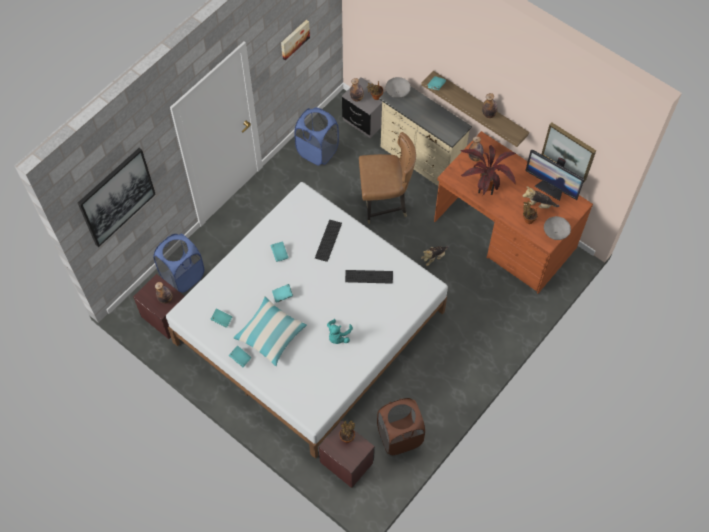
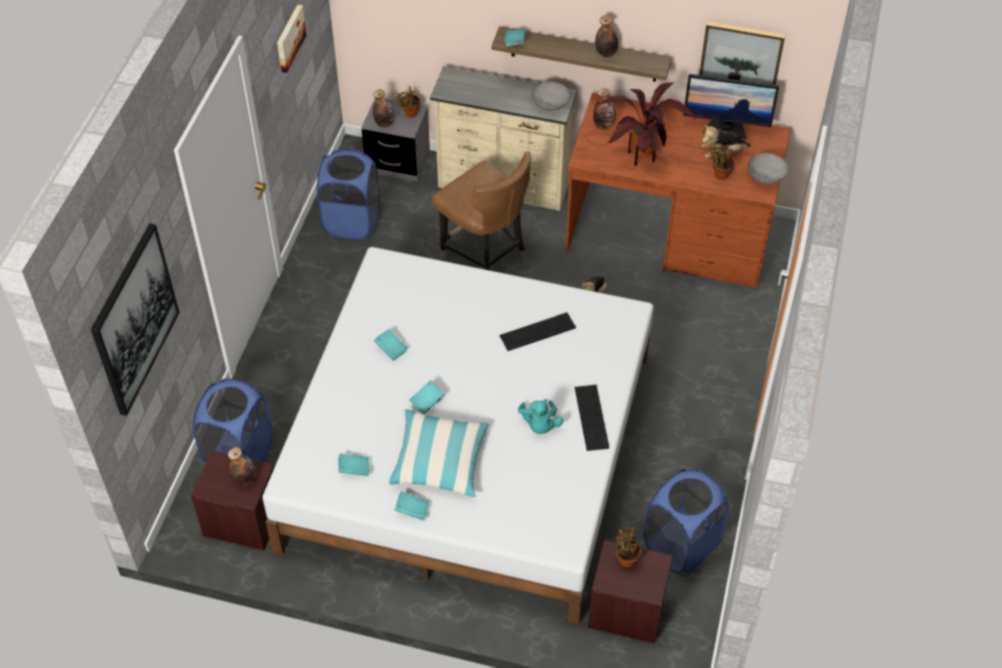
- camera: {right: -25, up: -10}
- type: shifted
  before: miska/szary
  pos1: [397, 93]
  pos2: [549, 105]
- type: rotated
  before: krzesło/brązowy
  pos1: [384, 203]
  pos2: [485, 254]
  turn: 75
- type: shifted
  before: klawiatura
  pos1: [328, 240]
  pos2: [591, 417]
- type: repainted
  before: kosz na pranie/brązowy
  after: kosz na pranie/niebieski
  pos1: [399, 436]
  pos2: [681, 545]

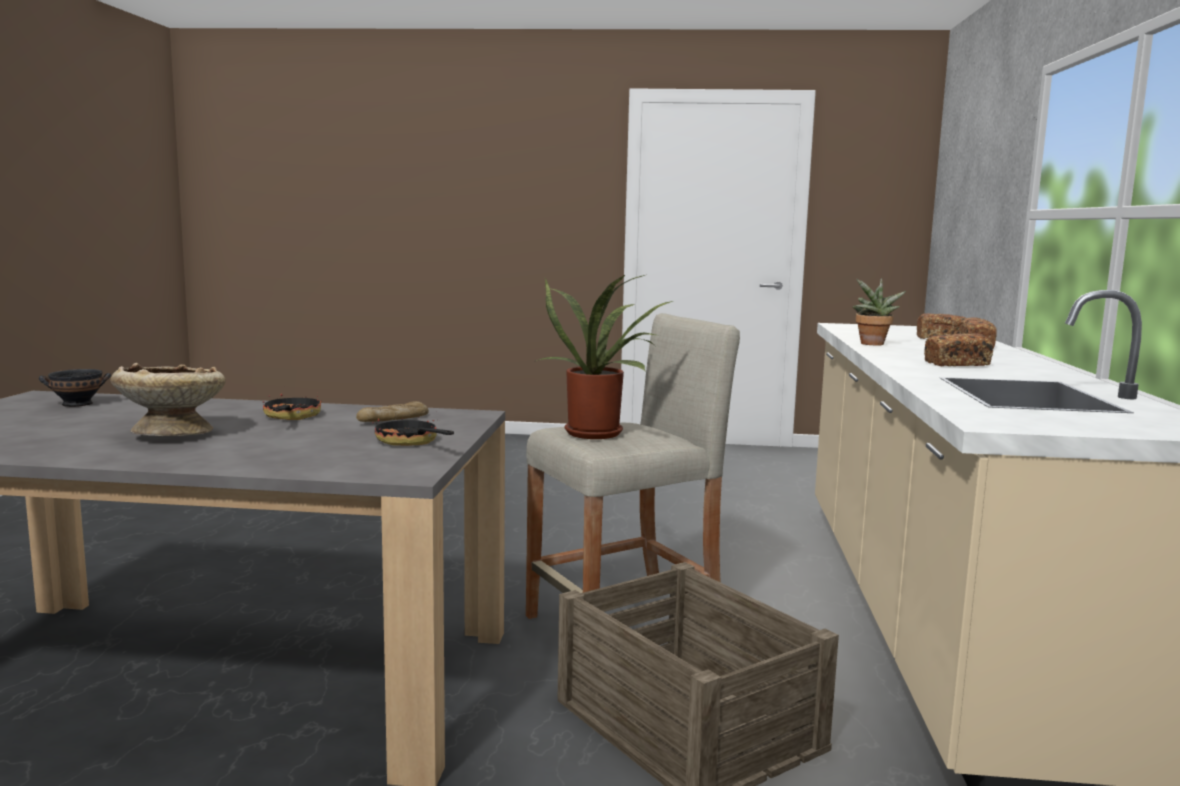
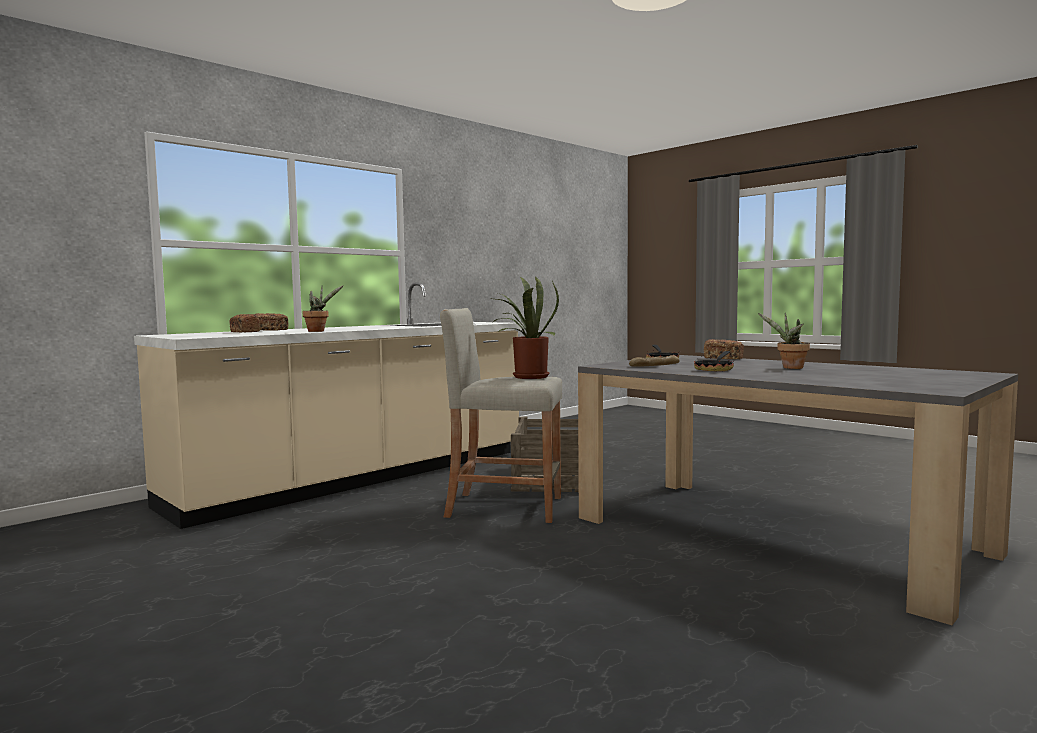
- camera: {right: -140, up: -5}
- type: shifted
  before: chleb
  pos1: [956, 364]
  pos2: [723, 358]
- type: swapped
  before: miska/beżowy
  after: roślina doniczkowa
  pos1: [172, 434]
  pos2: [789, 368]
- type: gone
  before: miska/czarny
  pos1: [76, 404]

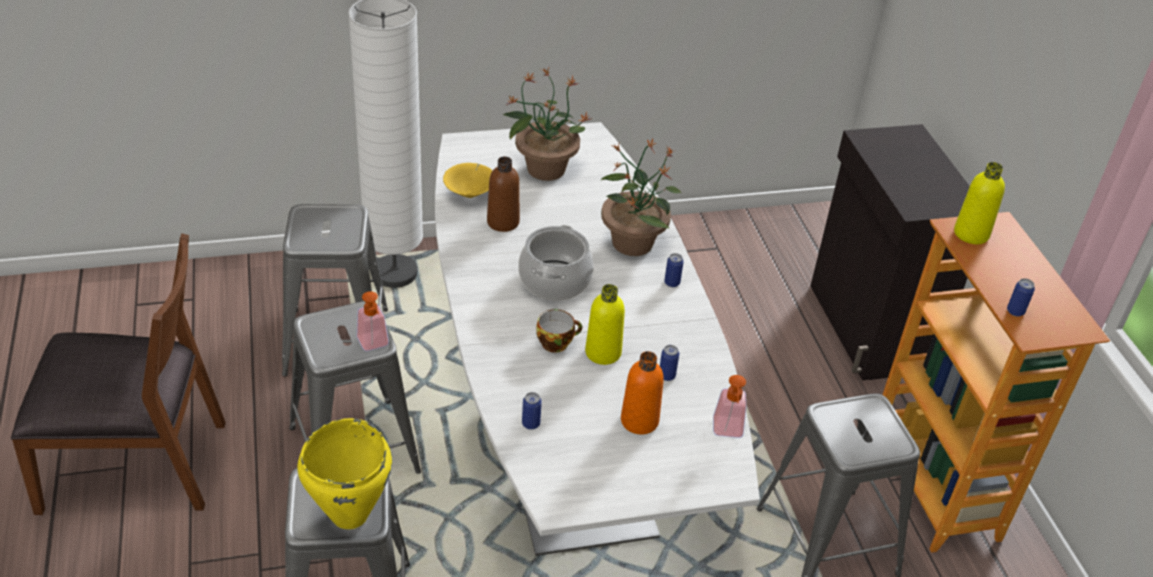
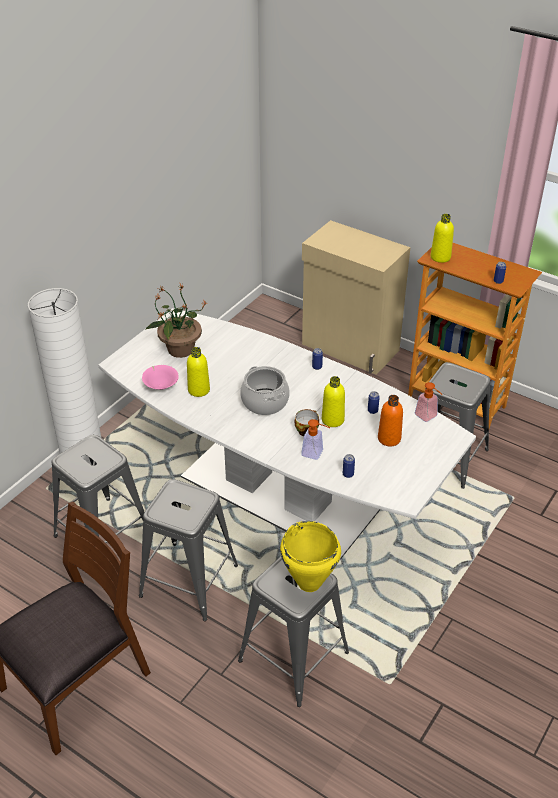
- camera: {right: -40, up: 0}
- type: repainted
  before: szafka/czarny
  after: szafka/beżowy
  pos1: [867, 328]
  pos2: [350, 348]
- type: gone
  before: roślina doniczkowa
  pos1: [632, 242]
- type: repainted
  before: butelka/brązowy
  after: butelka/żółty
  pos1: [503, 222]
  pos2: [199, 390]
- type: repainted
  before: miska/żółty
  after: miska/różowy
  pos1: [470, 193]
  pos2: [161, 386]
- type: shifted
  before: dozownik mydła
  pos1: [374, 345]
  pos2: [316, 454]

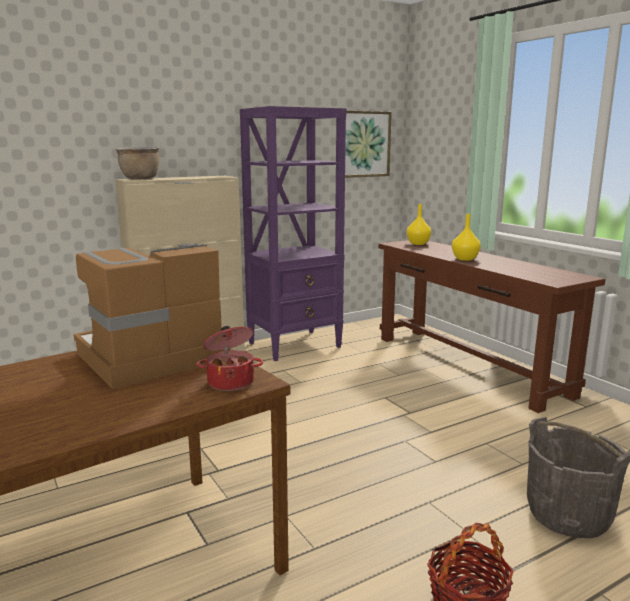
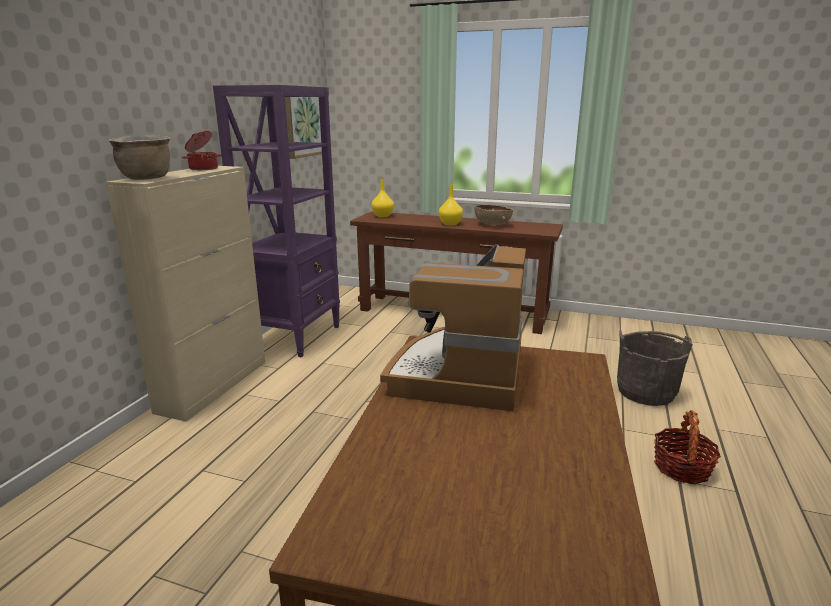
- camera: {right: -40, up: 5}
- type: shifted
  before: garnek
  pos1: [231, 382]
  pos2: [203, 169]
- type: new
  after: miska/brązowy
  pos2: [492, 225]

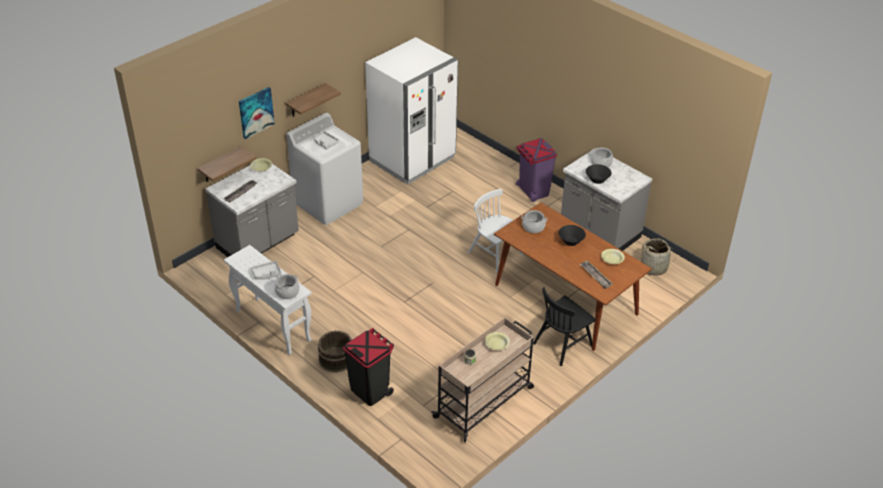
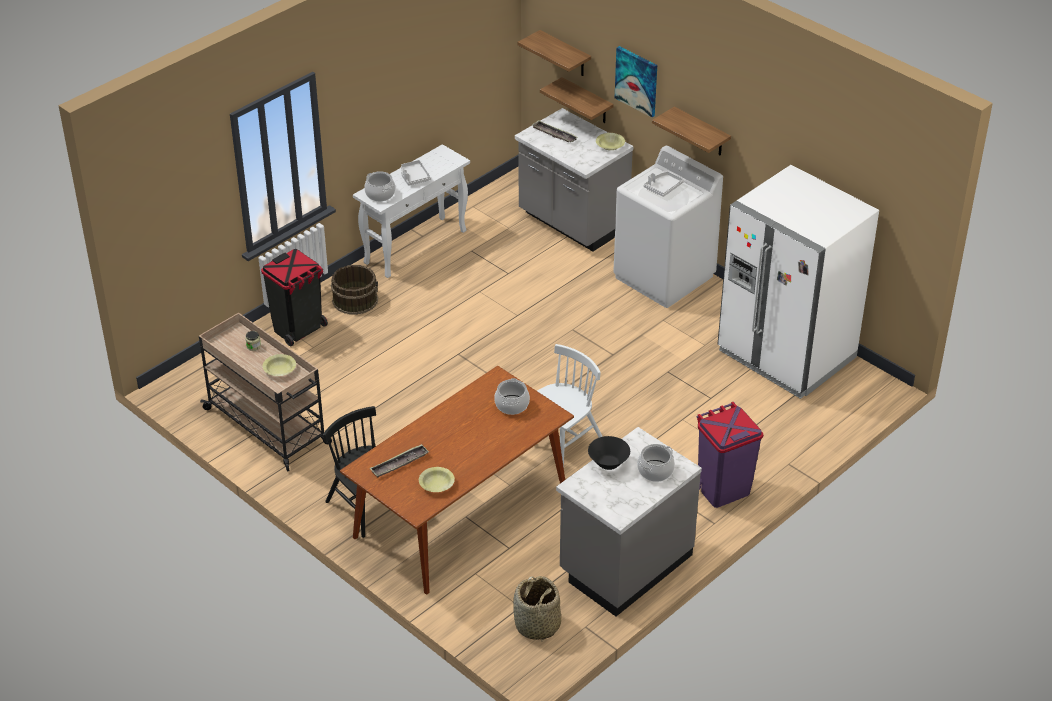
- camera: {right: 90, up: 0}
- type: gone
  before: miska/czarny
  pos1: [571, 242]
- type: new
  after: półka
  pos2: [565, 54]

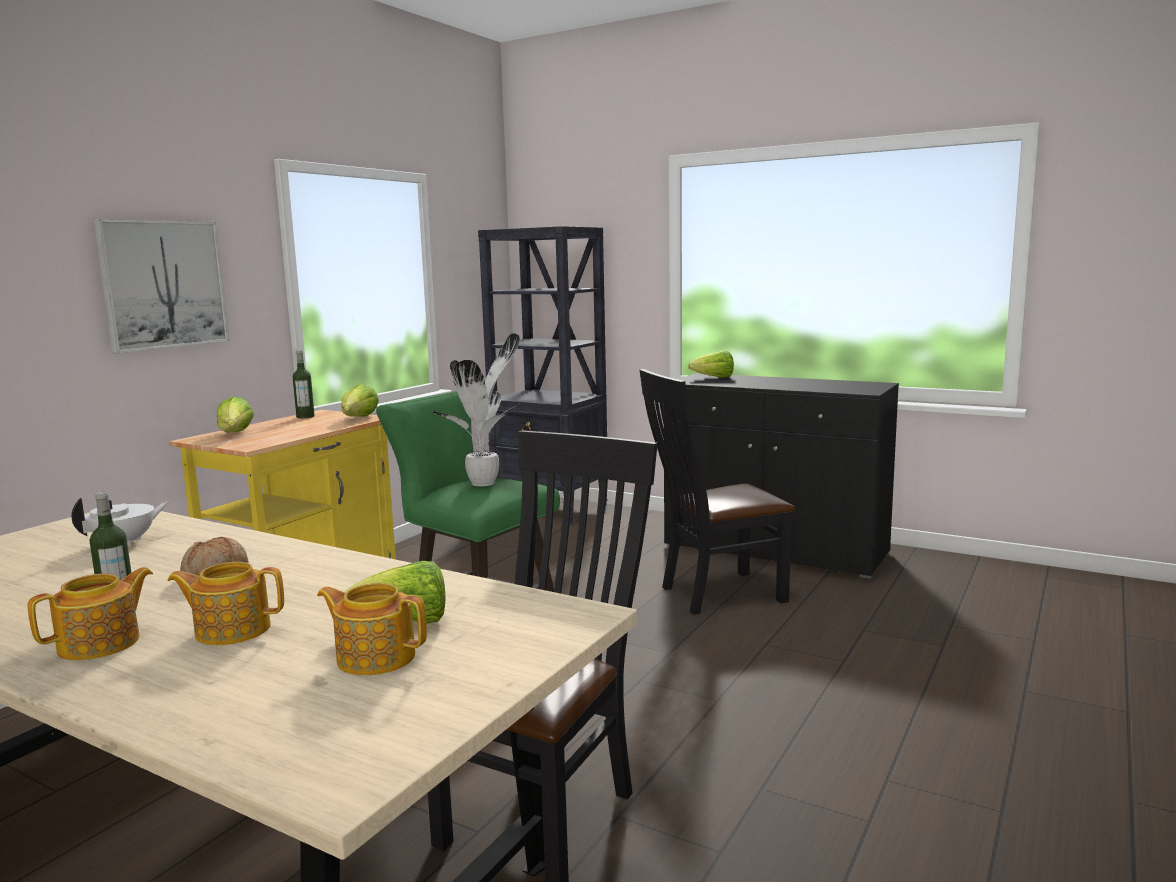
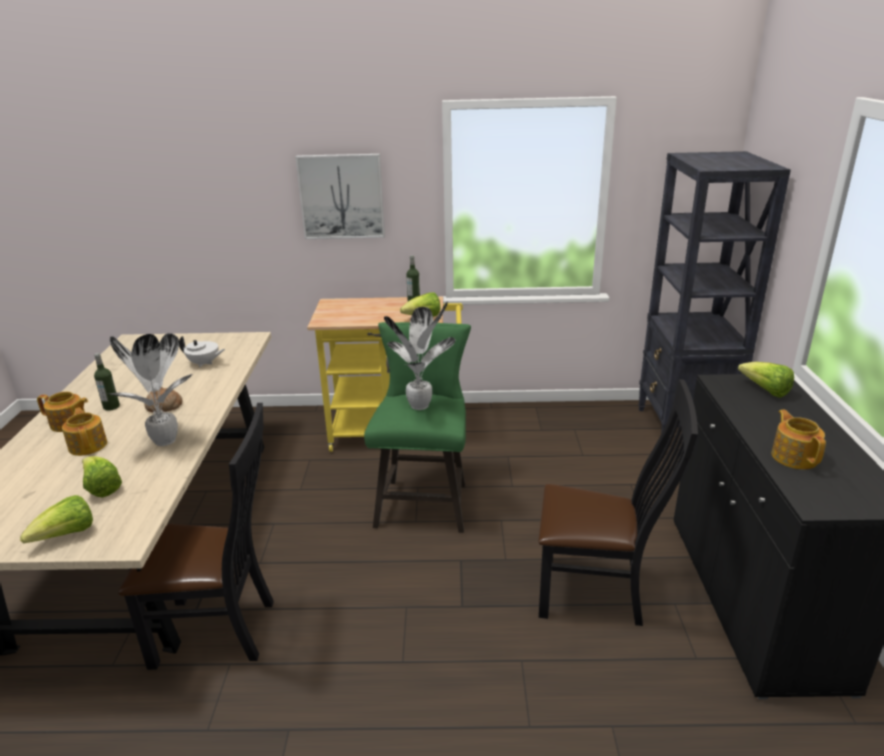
- camera: {right: 60, up: 15}
- type: rotated
  before: krzesło/czarny
  pos1: [715, 594]
  pos2: [598, 593]
  turn: 150
- type: shifted
  before: sałata
  pos1: [235, 434]
  pos2: [66, 536]
- type: shifted
  before: imbryk
  pos1: [375, 657]
  pos2: [794, 457]
- type: new
  after: roślina doniczkowa
  pos2: [165, 442]

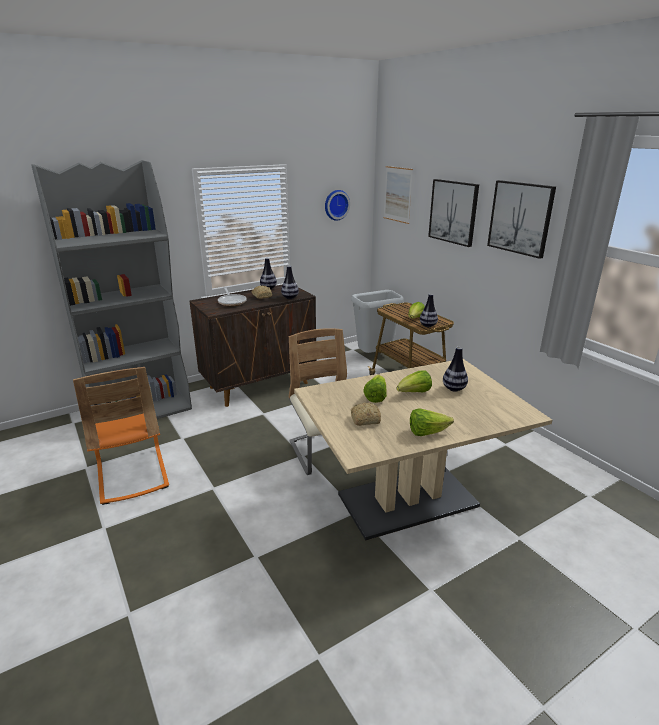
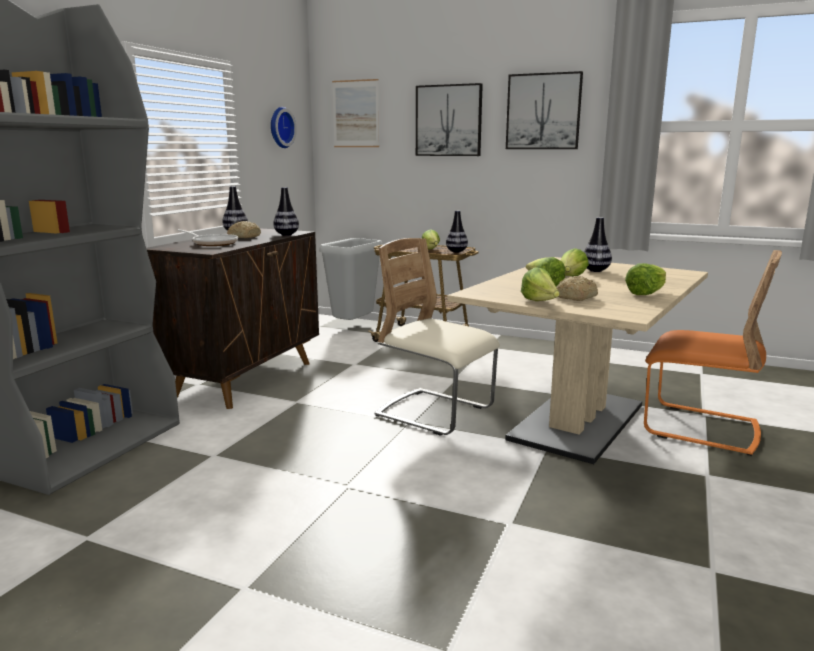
- camera: {right: -35, up: -10}
- type: shifted
  before: krzesło/pomarańczowy
  pos1: [132, 474]
  pos2: [700, 428]
- type: new
  after: sałata
  pos2: [540, 303]

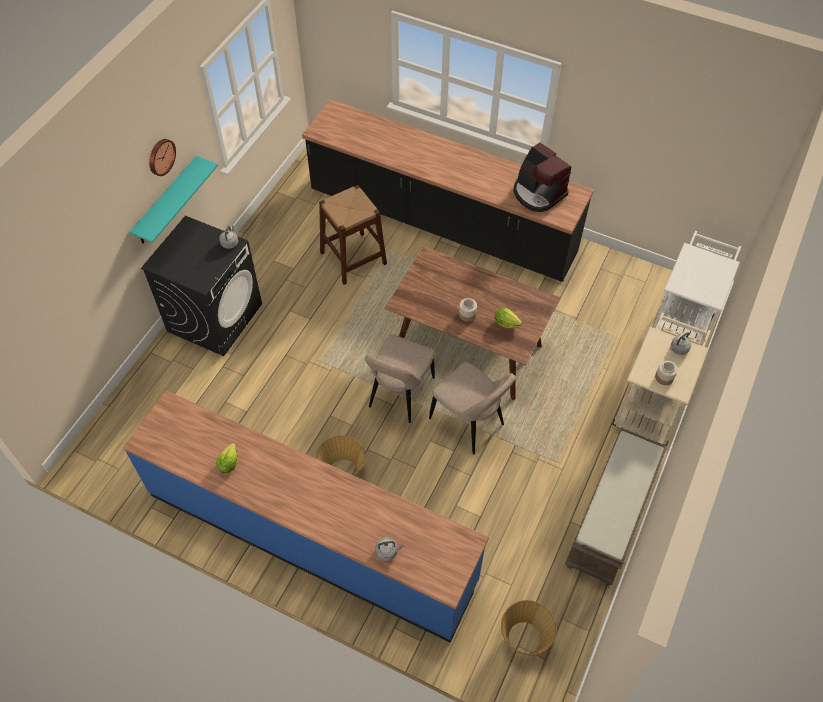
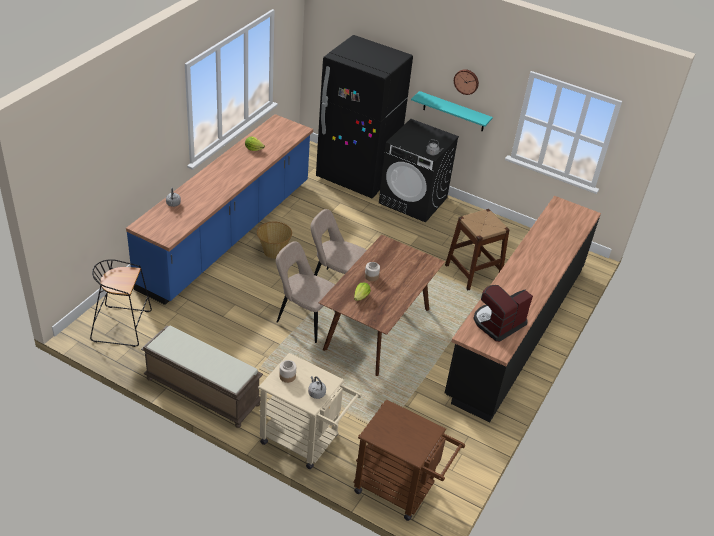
- camera: {right: 90, up: -15}
- type: repainted
  before: wózek/biały
  after: wózek/brązowy
  pos1: [682, 321]
  pos2: [400, 490]
- type: rotated
  before: krzesło/beżowy
  pos1: [469, 423]
  pos2: [304, 320]
  turn: 75
- type: swapped
  before: koszyk
  after: stołek/czarny
  pos1: [524, 638]
  pos2: [123, 326]
- type: new
  after: lodówka/czarny
  pos2: [356, 177]

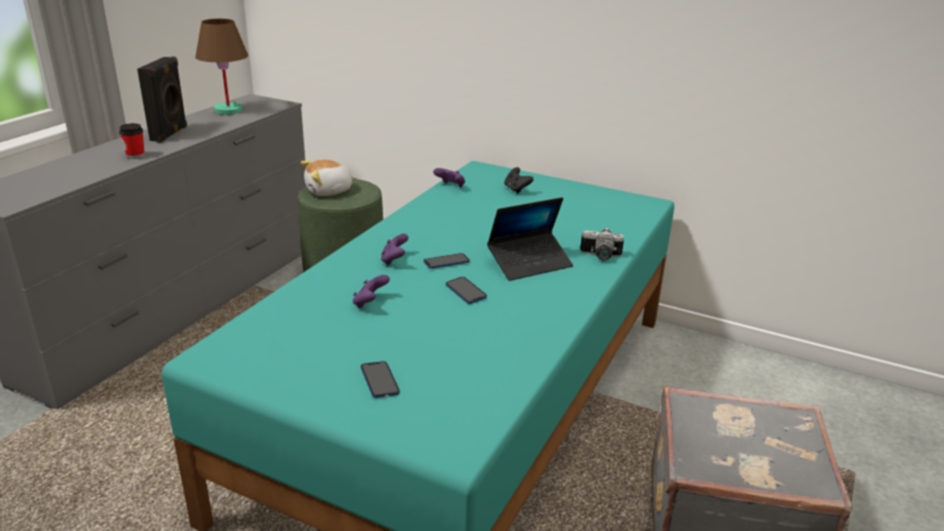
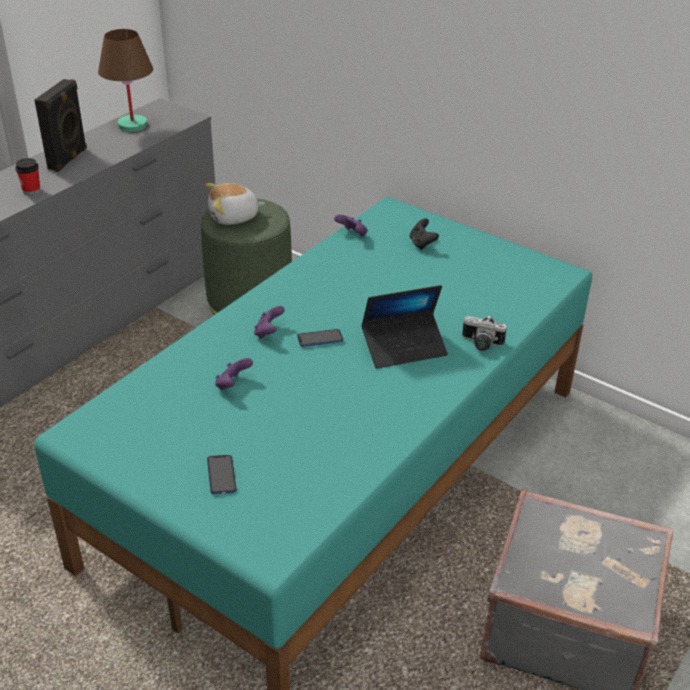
- camera: {right: 10, up: 10}
- type: gone
  before: telefon
  pos1: [466, 291]

